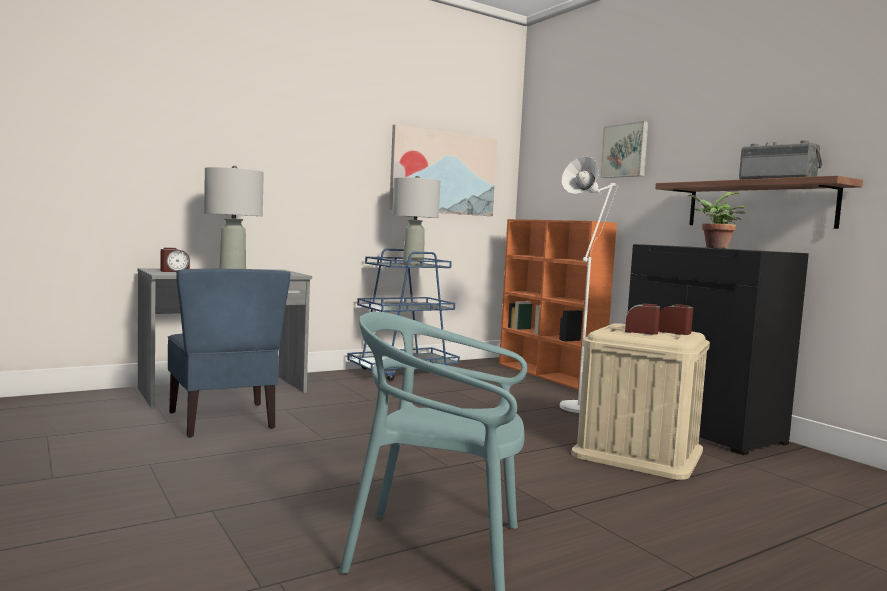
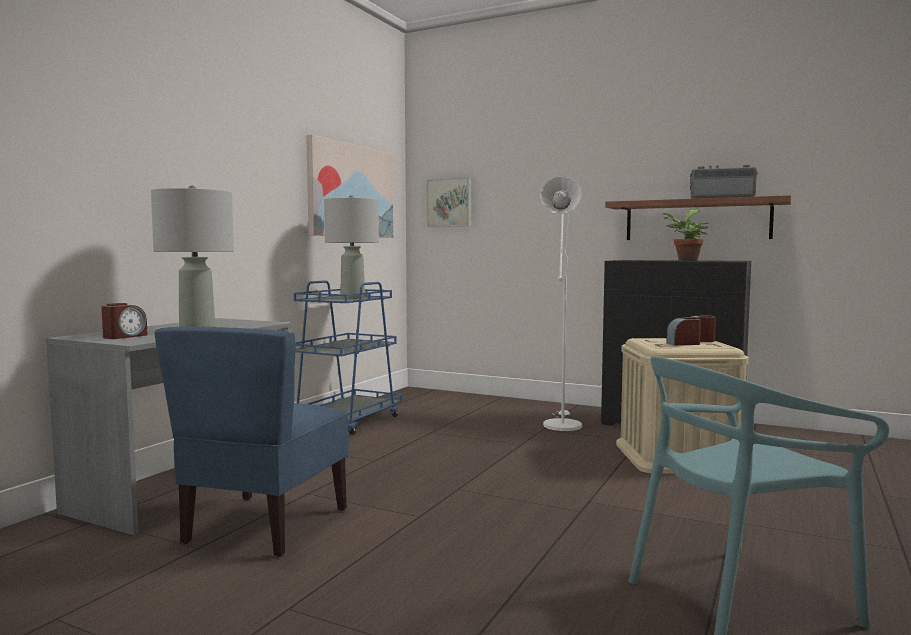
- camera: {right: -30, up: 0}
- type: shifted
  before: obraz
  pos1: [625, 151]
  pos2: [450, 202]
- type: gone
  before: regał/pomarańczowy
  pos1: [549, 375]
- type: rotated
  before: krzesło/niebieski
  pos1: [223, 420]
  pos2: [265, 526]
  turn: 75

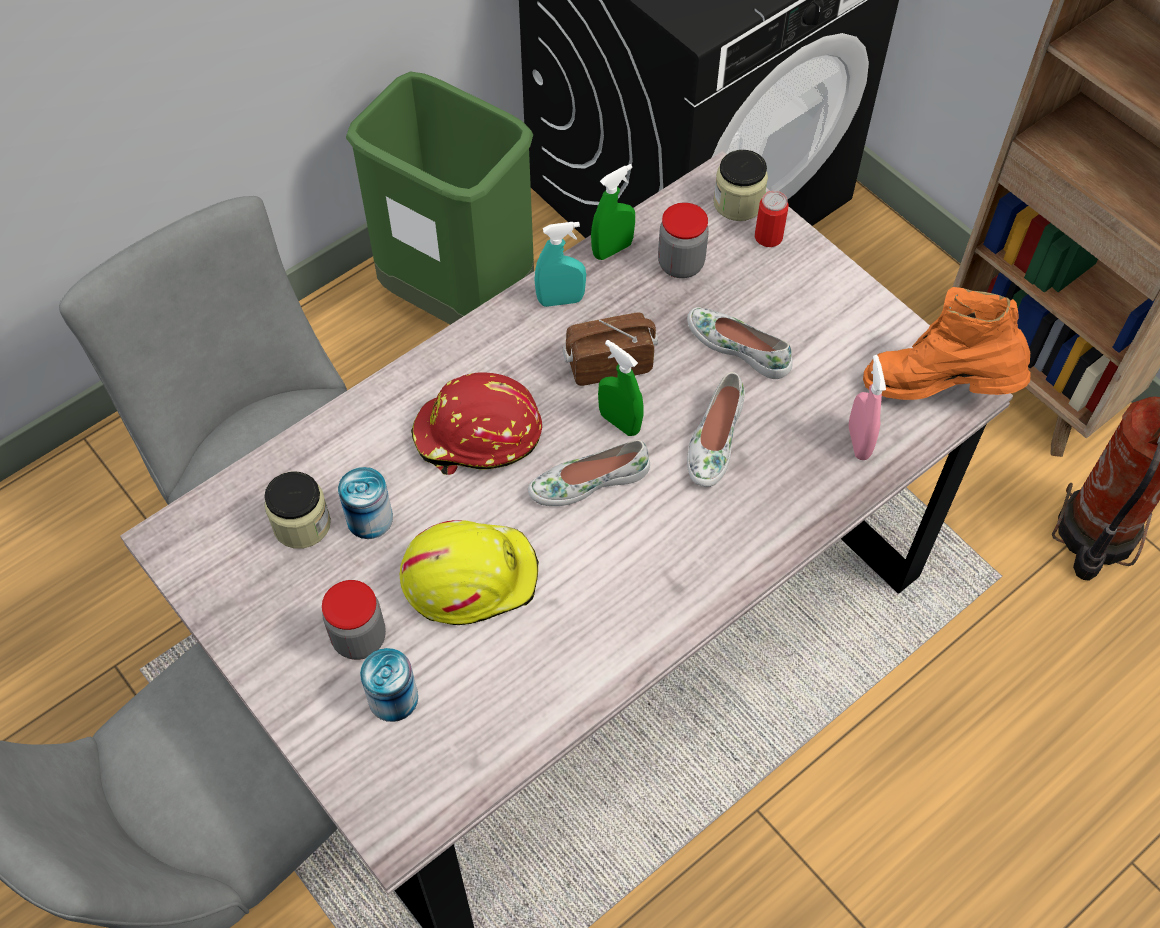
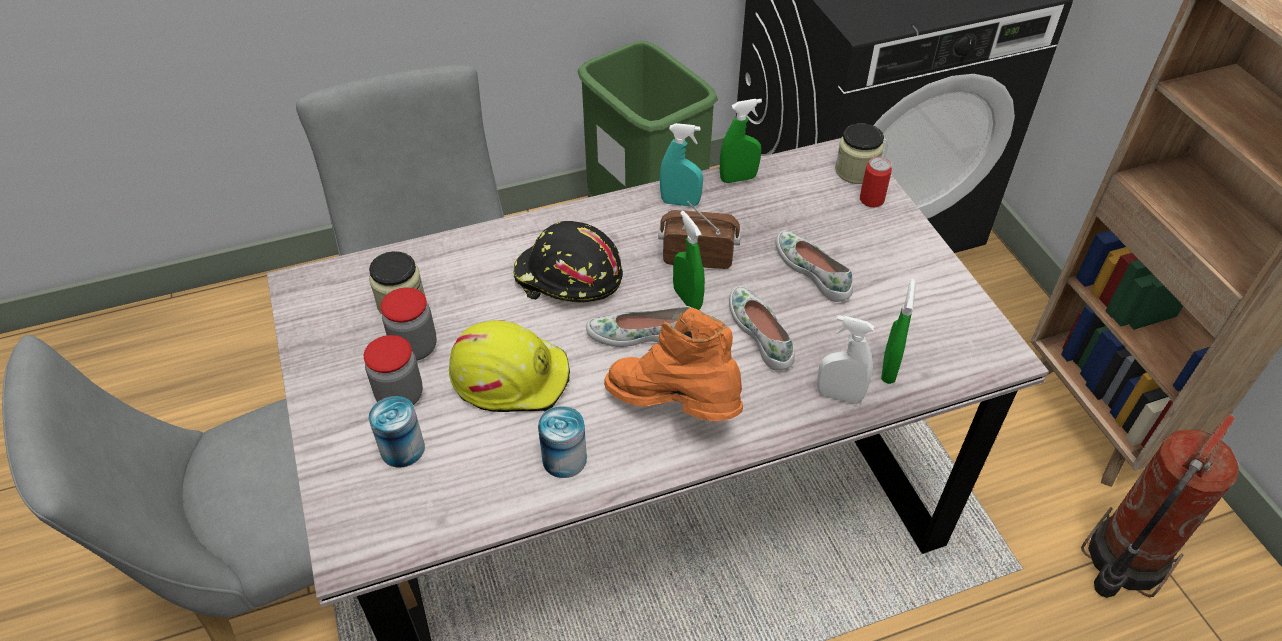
- camera: {right: 20, up: -10}
- type: shifted
  before: słoik
  pos1: [680, 264]
  pos2: [415, 347]
- type: shifted
  before: but z cholewką/pomarańczowy
  pos1: [938, 389]
  pos2: [674, 407]
- type: repainted
  before: spryskiwacz/różowy
  after: spryskiwacz/zielony
  pos1: [858, 442]
  pos2: [889, 368]
- type: repainted
  before: kask/czerwony
  after: kask/czarny
  pos1: [477, 436]
  pos2: [568, 278]
- type: rotated
  before: but/biały
  pos1: [714, 440]
  pos2: [761, 333]
  turn: 120
- type: shifted
  before: puszka
  pos1: [369, 518]
  pos2: [564, 459]
- type: new
  after: spryskiwacz/biały
  pos2: [839, 396]

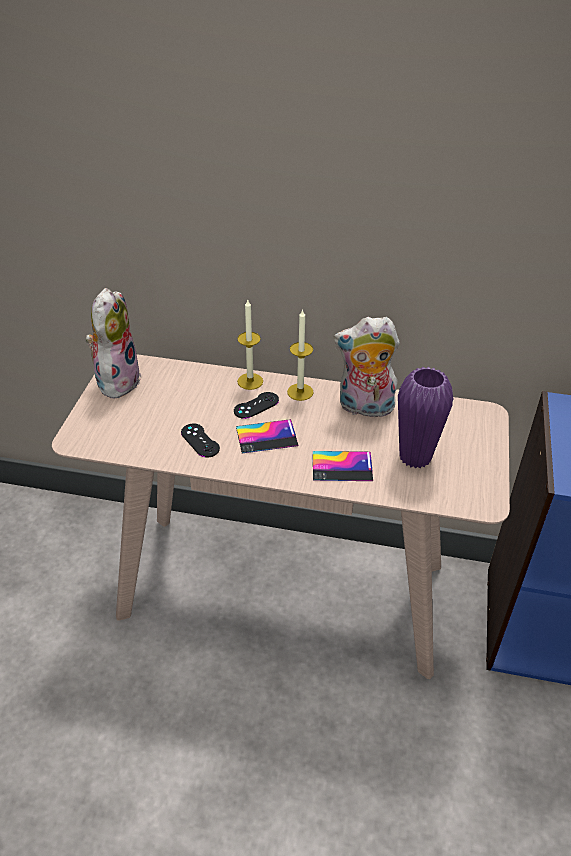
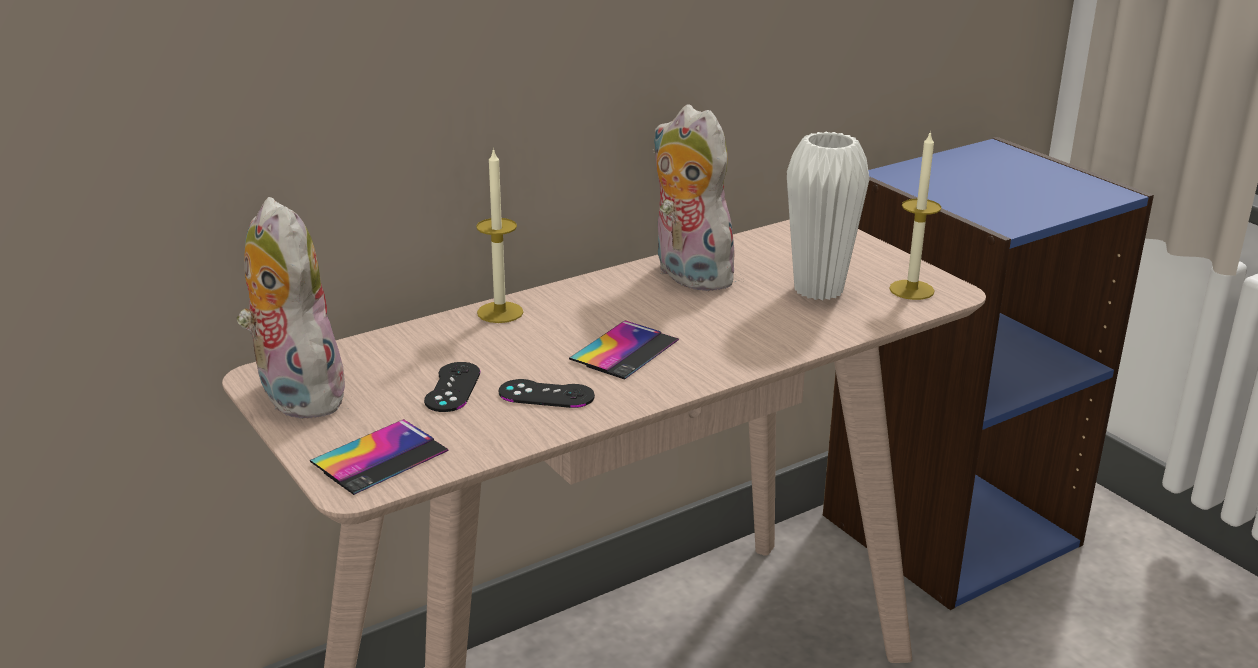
- camera: {right: -45, up: -15}
- type: shifted
  before: świeca
  pos1: [300, 392]
  pos2: [911, 290]
- type: rotated
  before: pluszak
  pos1: [364, 408]
  pos2: [687, 275]
  turn: 90
- type: repainted
  before: wazon/fioletowy
  after: wazon/biały
  pos1: [415, 457]
  pos2: [818, 290]
- type: shifted
  before: pad do gier/czarny
  pos1: [256, 405]
  pos2: [452, 387]
- type: shifted
  before: telefon
  pos1: [342, 466]
  pos2: [379, 457]

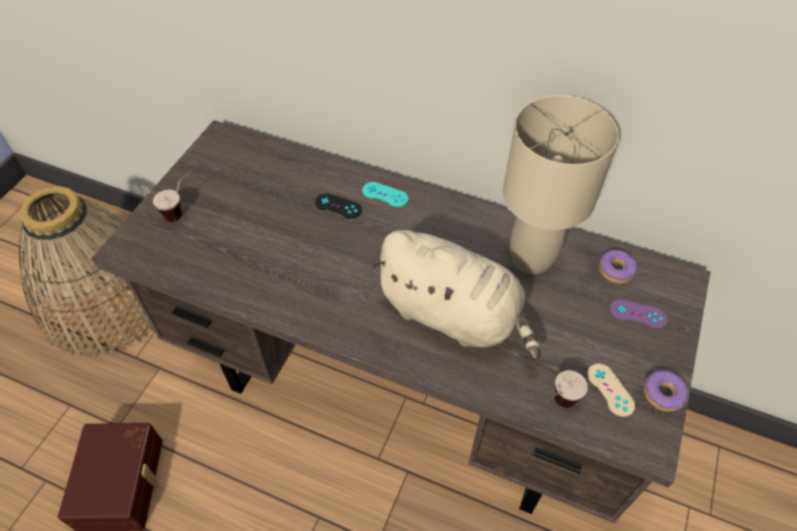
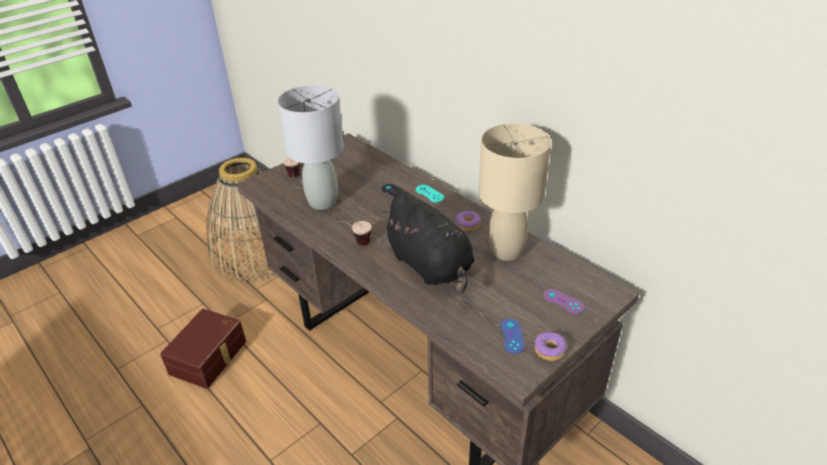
- camera: {right: 25, up: -15}
- type: repainted
  before: pluszak/beżowy
  after: pluszak/czarny
  pos1: [453, 315]
  pos2: [431, 266]
- type: shifted
  before: donut
  pos1: [616, 271]
  pos2: [468, 225]
- type: repainted
  before: pad do gier/beżowy
  after: pad do gier/niebieski
  pos1: [610, 390]
  pos2: [512, 336]
- type: shifted
  before: filiżanka
  pos1: [556, 406]
  pos2: [355, 243]
- type: new
  after: lampa stołowa/szary
  pos2: [323, 202]

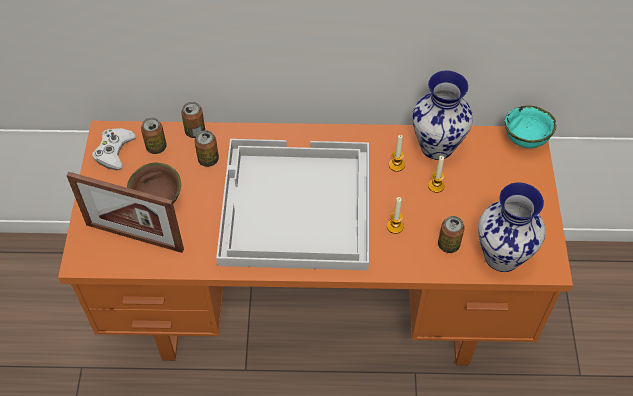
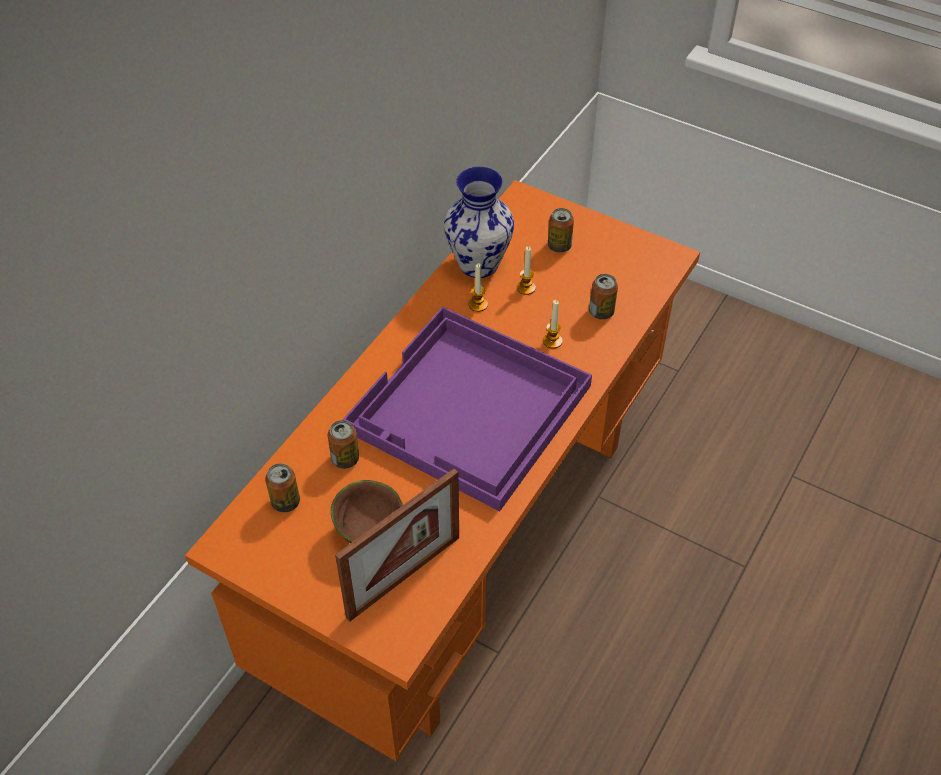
- camera: {right: -60, up: -5}
- type: shifted
  before: puszka
  pos1: [195, 131]
  pos2: [559, 246]
- type: gone
  before: miska/turkusowy
  pos1: [524, 141]
- type: gone
  before: pad do gier/biały
  pos1: [114, 151]
- type: repainted
  before: taca/biały
  after: taca/fioletowy
  pos1: [294, 207]
  pos2: [469, 410]
- type: gone
  before: wazon
  pos1: [501, 255]

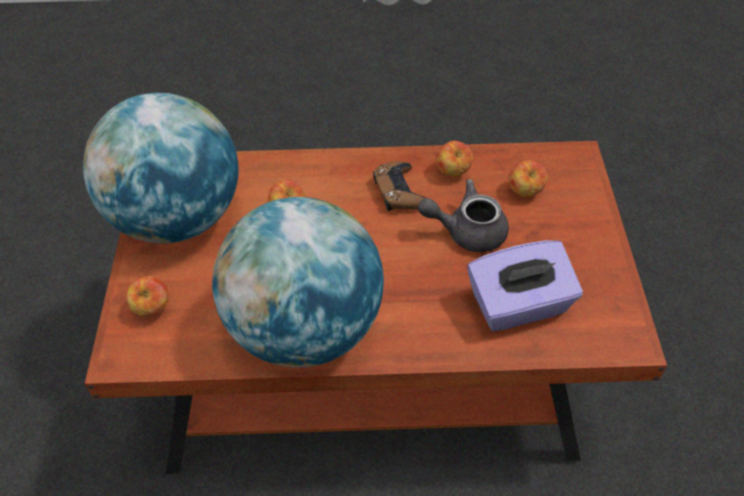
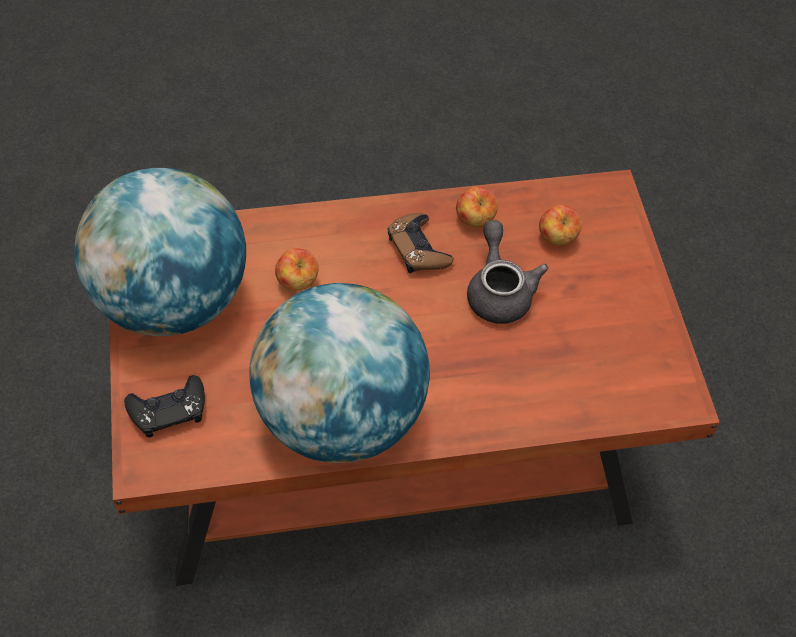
- camera: {right: -10, up: 5}
- type: rotated
  before: imbryk/szary
  pos1: [466, 231]
  pos2: [499, 291]
  turn: 90
- type: gone
  before: pudełko chusteczek/fioletowy
  pos1: [519, 306]
- type: swapped
  before: jabłko
  after: pad do gier/czarny
  pos1: [152, 309]
  pos2: [168, 410]

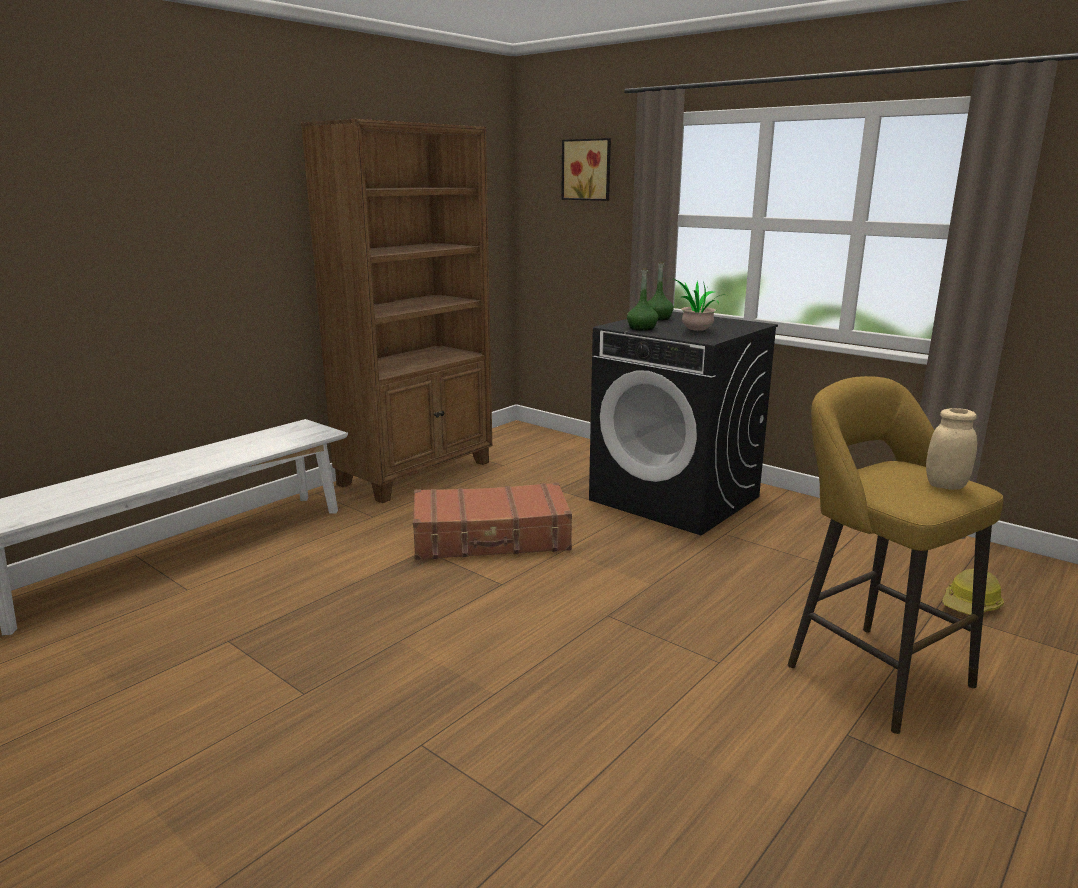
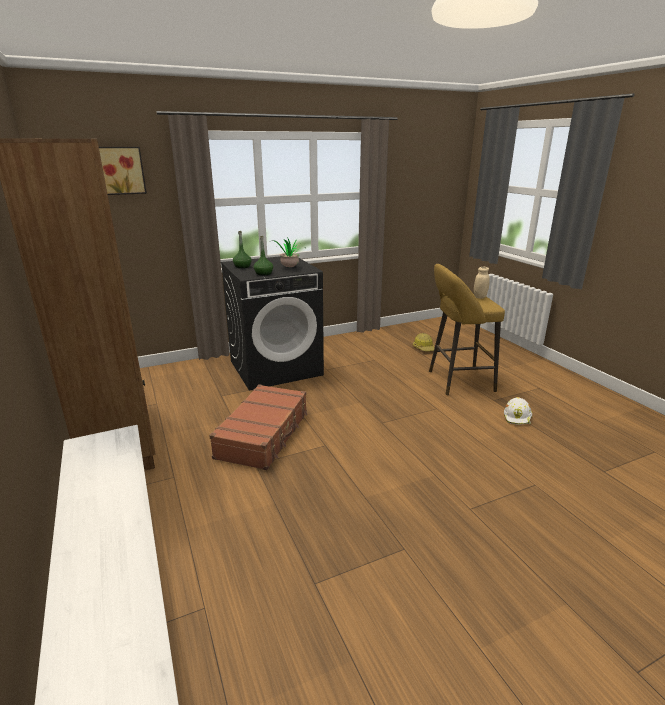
- camera: {right: -65, up: 5}
- type: new
  after: kask/biały
  pos2: [517, 417]

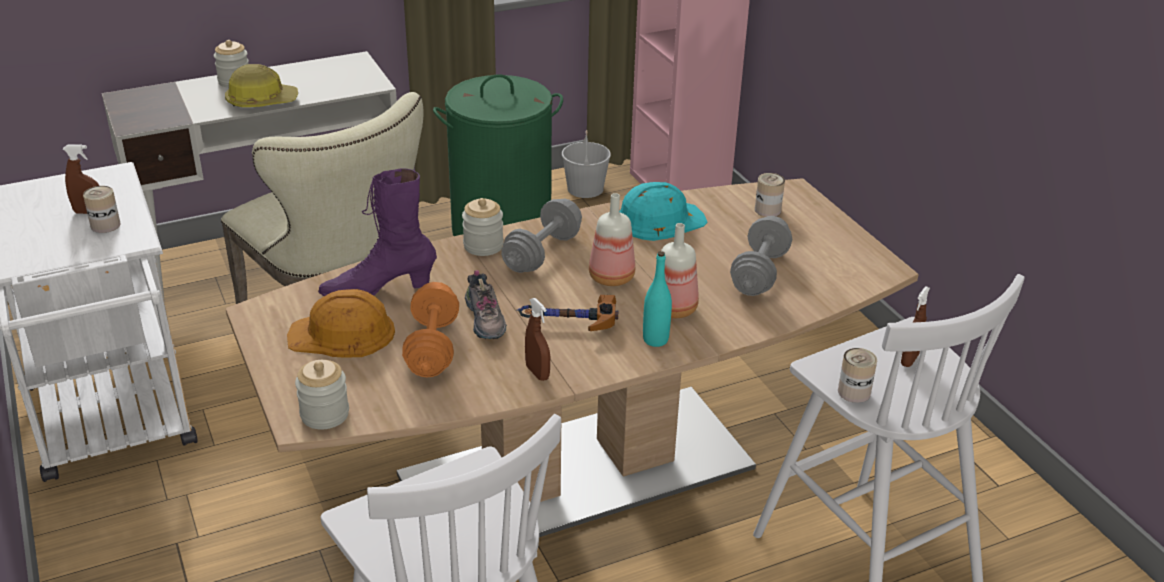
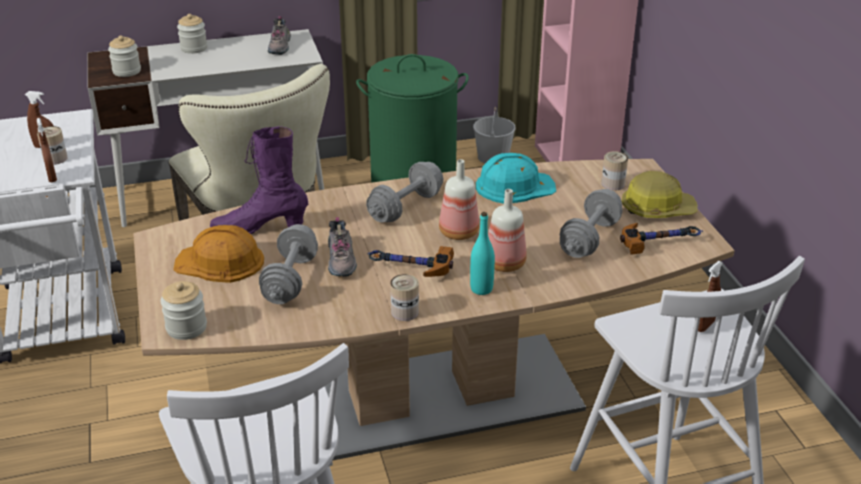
- camera: {right: 10, up: 0}
- type: shifted
  before: kask
  pos1: [261, 101]
  pos2: [657, 209]
- type: shifted
  before: słoik
  pos1: [483, 246]
  pos2: [127, 71]
- type: repainted
  before: hantel/pomarańczowy
  after: hantel/szary
  pos1: [432, 348]
  pos2: [290, 280]
- type: shifted
  before: spryskiwacz/brązowy
  pos1: [537, 373]
  pos2: [52, 177]
- type: shifted
  before: puszka
  pos1: [854, 392]
  pos2: [405, 312]
- type: new
  after: but
  pos2: [280, 46]
- type: new
  after: młotek
  pos2: [660, 242]

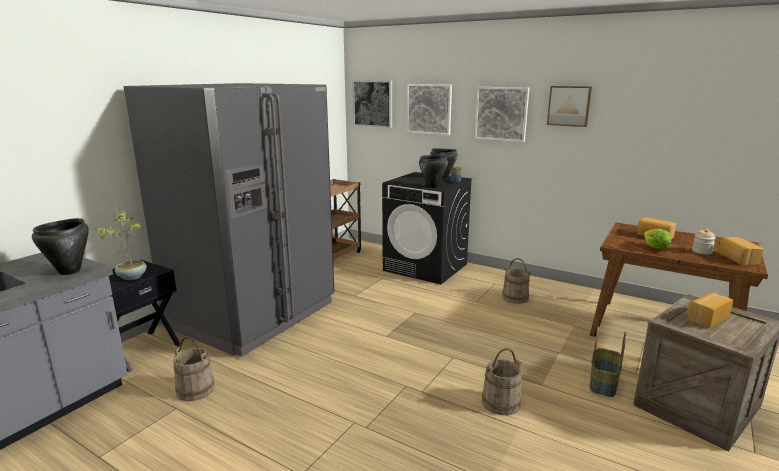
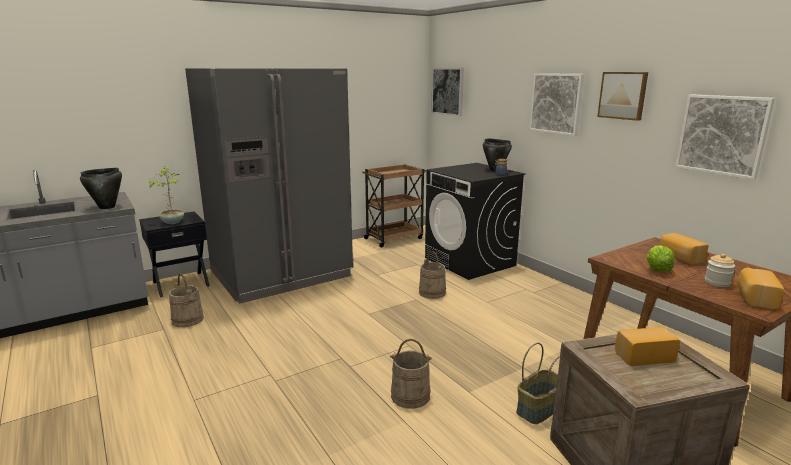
- camera: {right: 25, up: 0}
- type: shifted
  before: obraz
  pos1: [429, 109]
  pos2: [722, 135]
- type: gone
  before: garnek/czarny
  pos1: [432, 187]
- type: shifted
  before: wiadro/beżowy
  pos1: [515, 297]
  pos2: [432, 292]

